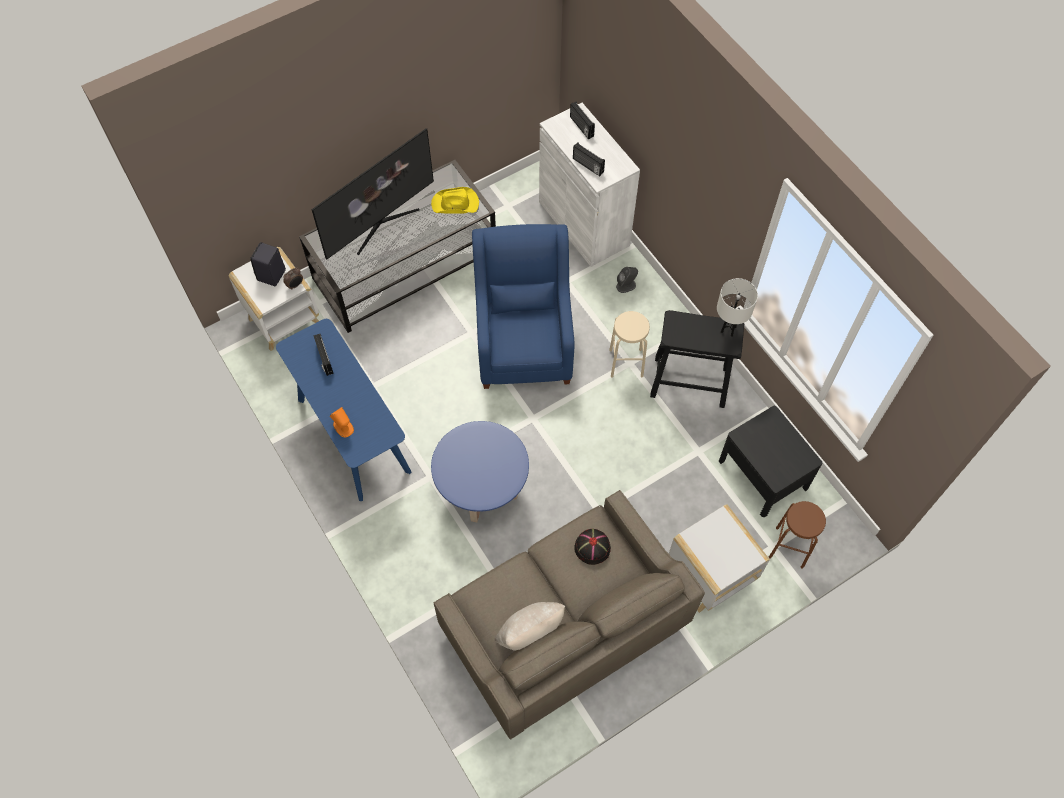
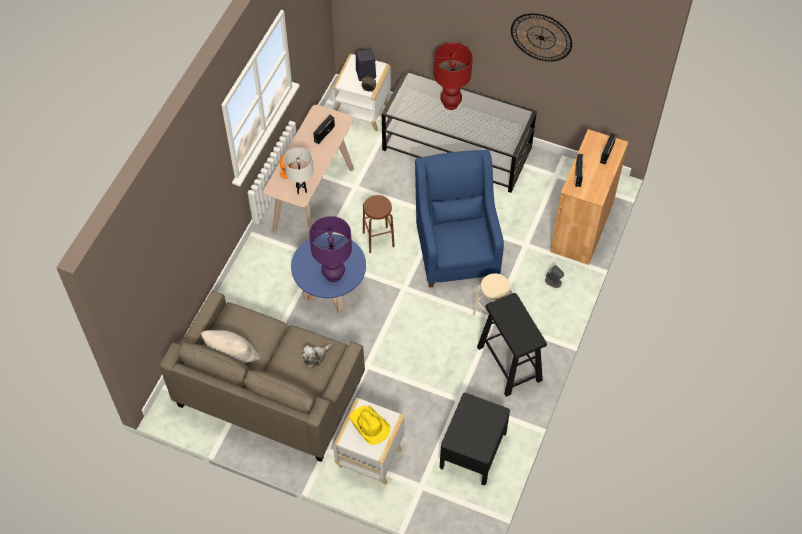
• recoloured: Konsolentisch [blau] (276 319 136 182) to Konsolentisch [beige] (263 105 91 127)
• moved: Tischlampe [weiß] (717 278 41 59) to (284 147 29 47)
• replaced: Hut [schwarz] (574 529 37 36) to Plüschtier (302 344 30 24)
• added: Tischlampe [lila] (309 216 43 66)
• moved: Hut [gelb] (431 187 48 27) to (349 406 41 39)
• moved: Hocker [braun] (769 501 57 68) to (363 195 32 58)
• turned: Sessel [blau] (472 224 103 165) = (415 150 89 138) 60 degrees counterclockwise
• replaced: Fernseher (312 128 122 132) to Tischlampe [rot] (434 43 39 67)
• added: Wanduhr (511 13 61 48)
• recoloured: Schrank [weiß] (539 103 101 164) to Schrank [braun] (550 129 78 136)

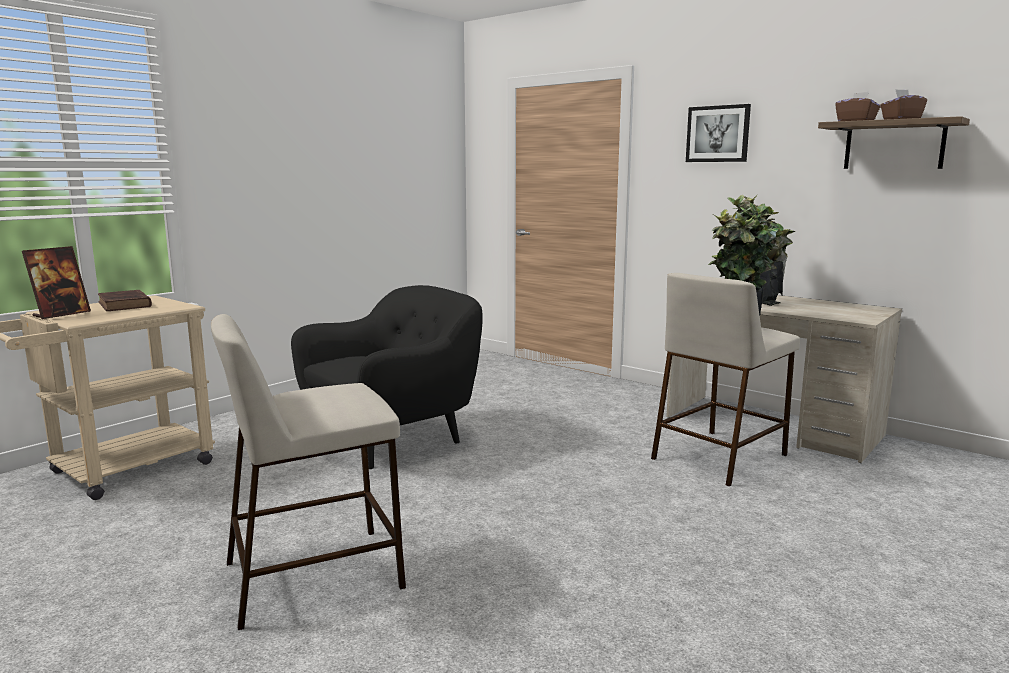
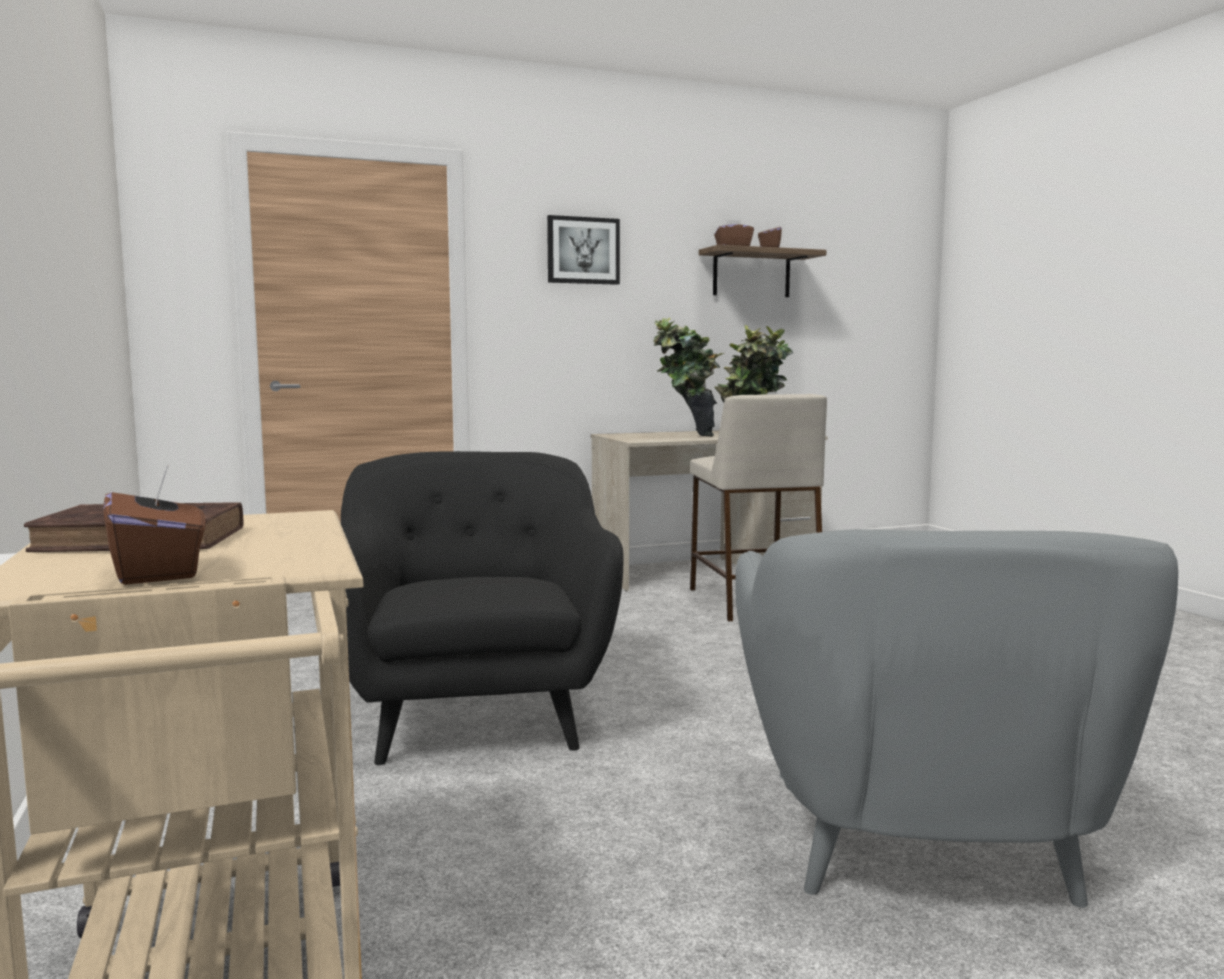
• replaced: Bilderrahmen (22 246 69 73) to Taschentuchbox [braun] (103 466 103 119)
• replaced: Hocker [beige] (211 314 195 316) to Sessel [grau] (735 529 443 379)

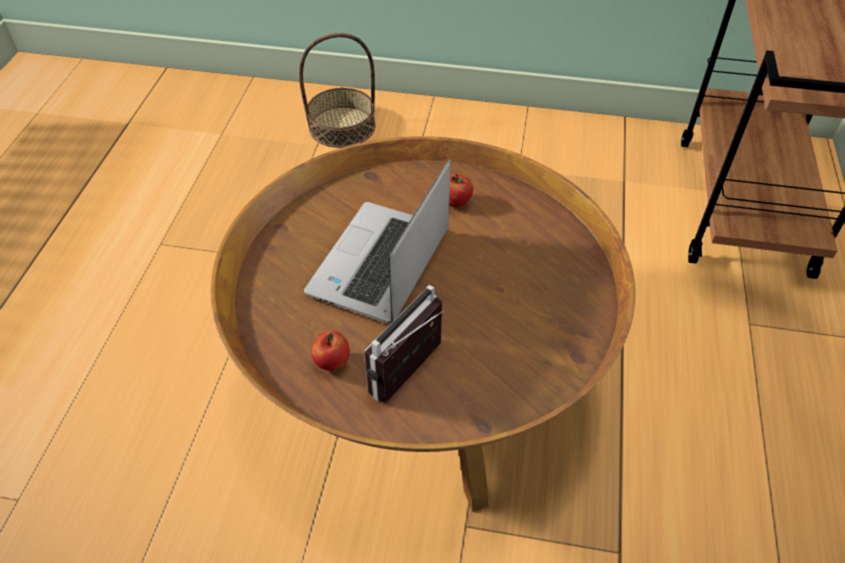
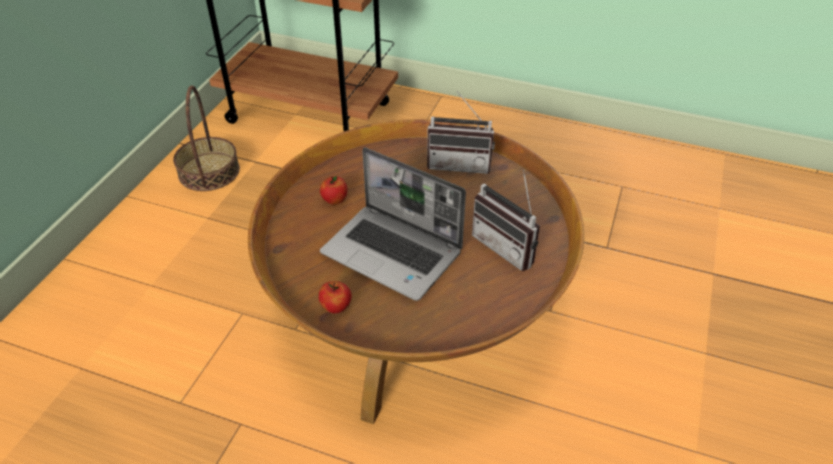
• moved: Korb (299 33 76 115) to (173 86 67 105)
• moved: Apfel (311 331 39 40) to (319 281 33 32)
• added: Radio (427 91 68 83)

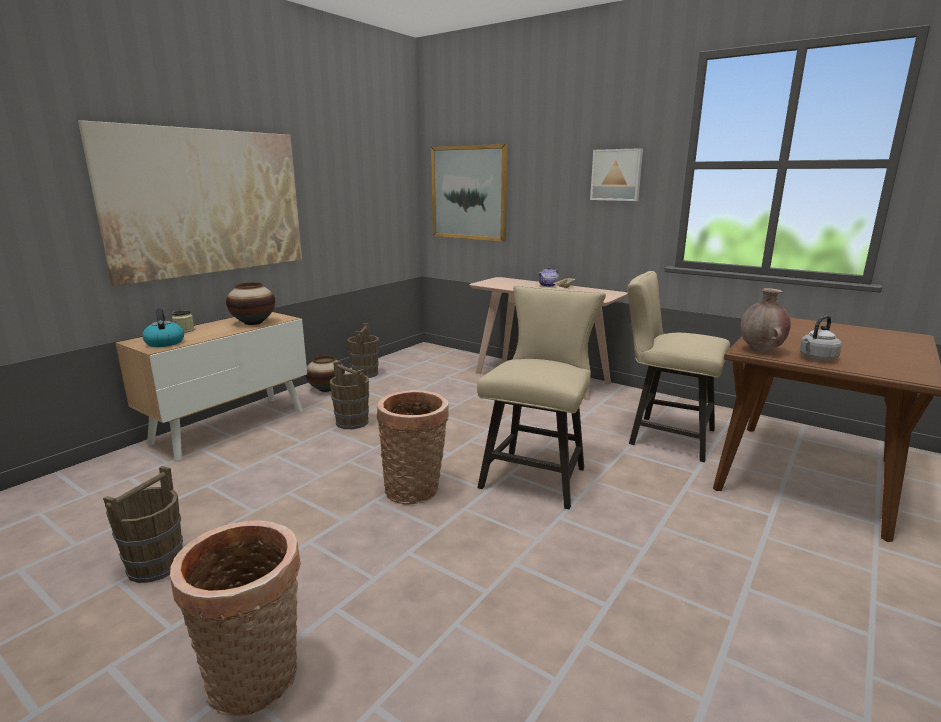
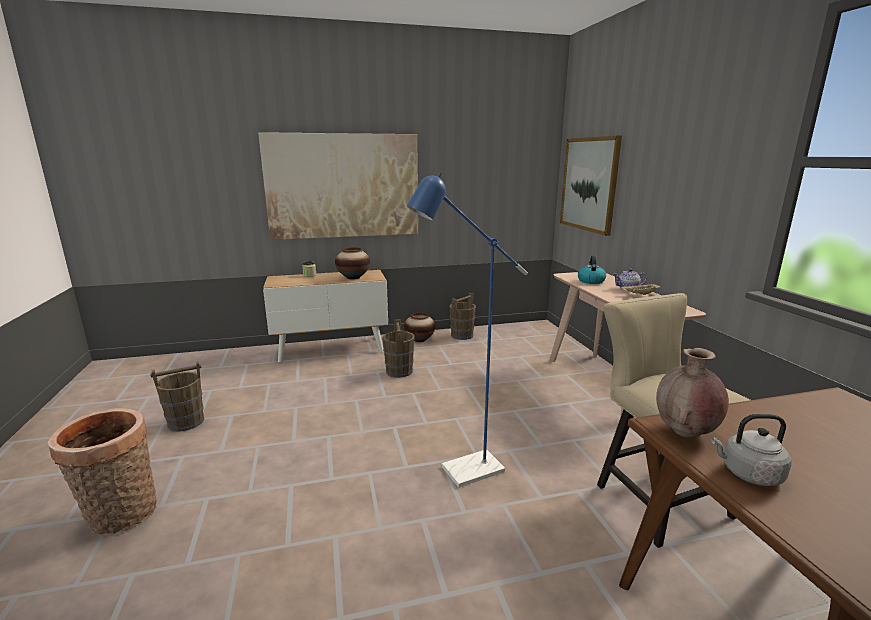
• replaced: Stuhl [beige] (477 285 129 225) to Stehlampe [blau] (407 173 121 315)
• moved: Wasserkessel (142 308 42 39) to (578 255 28 29)
• removed: Korb (377 390 72 115)
• removed: Bild (590 148 53 53)

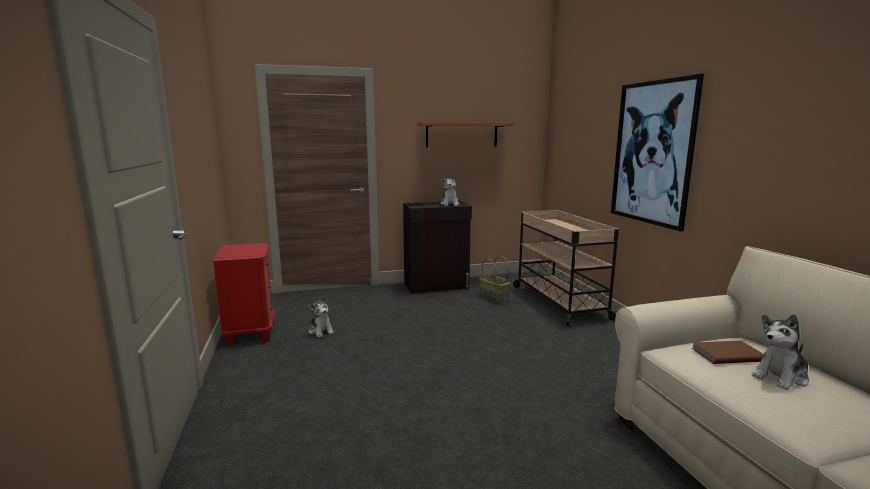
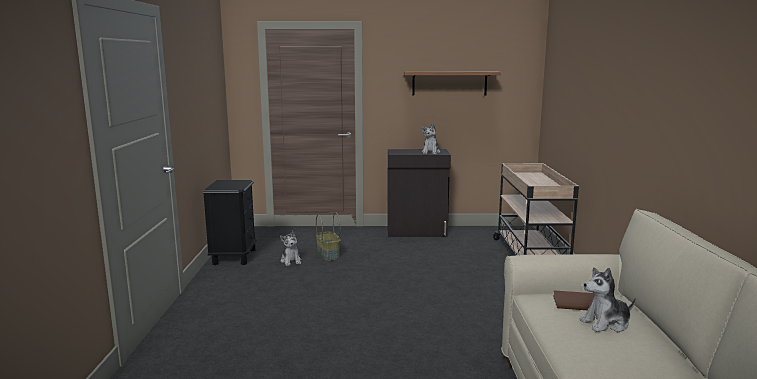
• recoloured: Nachttisch [rot] (213 243 62 103) to Nachttisch [schwarz] (203 180 54 85)
• moved: Korb (479 256 31 47) to (316 212 25 49)
• removed: Bild (611 74 93 157)

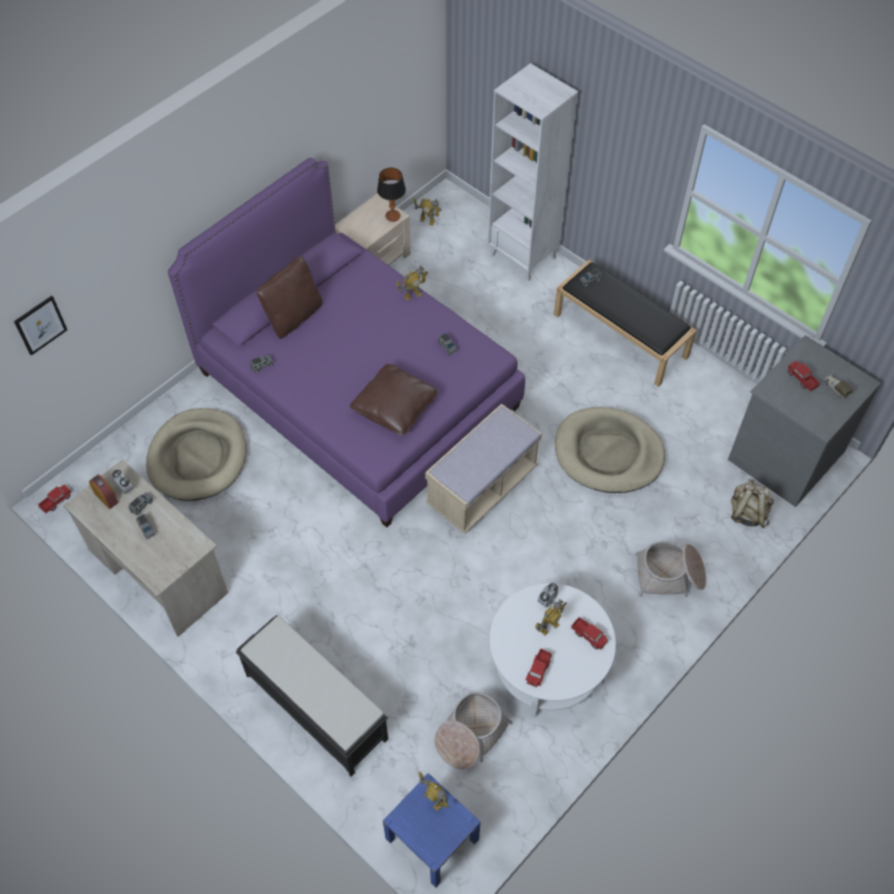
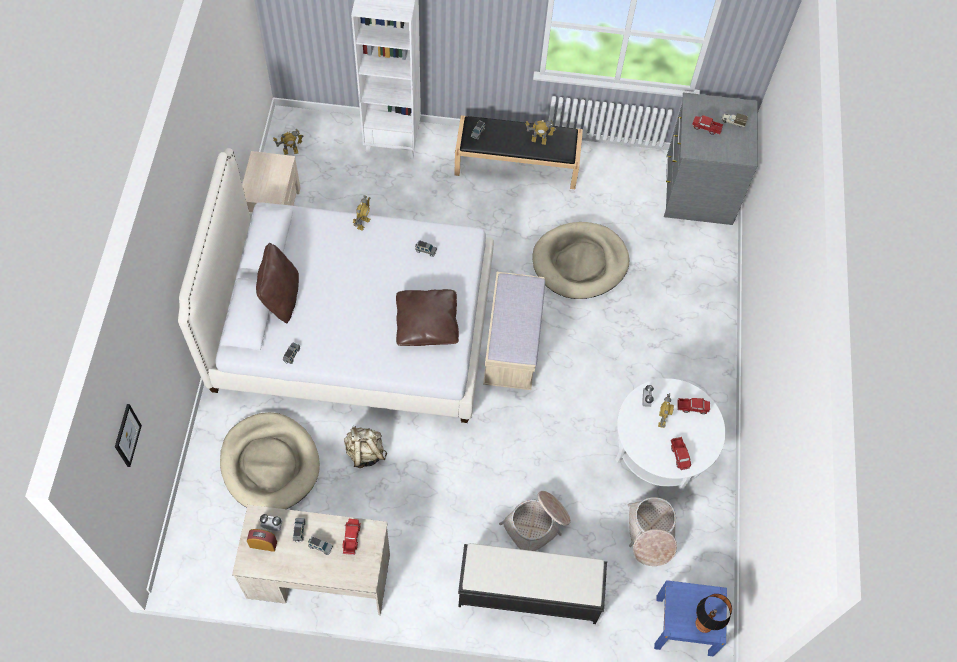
• recoloured: Bett [lila] (168 158 357 369) to Bett [weiß] (178 148 316 275)
• moved: Spielzeuglaster (38 485 34 29) to (342 519 19 36)
• moved: Rucksack [beige] (731 479 43 49) to (344 426 43 42)
• moved: Korb (635 541 71 56) to (499 491 72 60)
• moved: Spielzeugroboter (419 772 31 39) to (525 120 31 25)
• moved: Tischlampe (377 168 29 54) to (696 594 36 39)

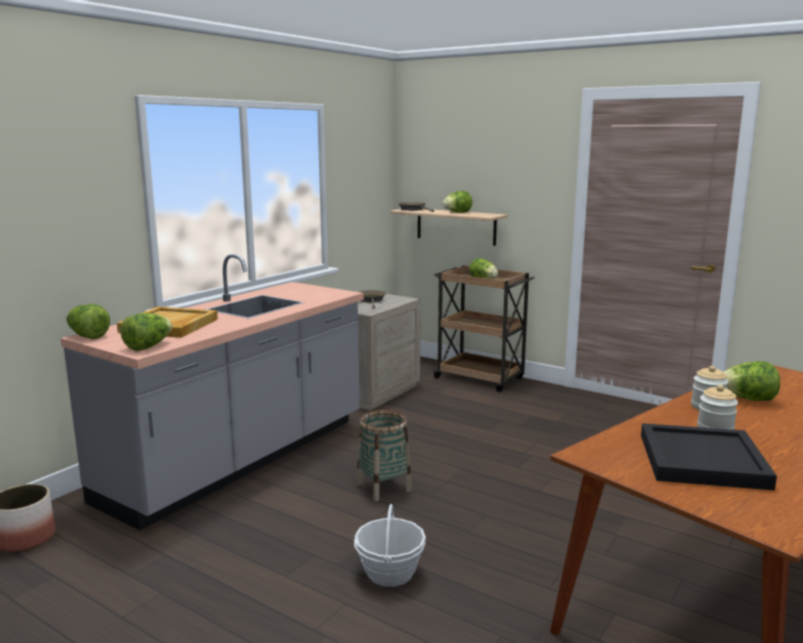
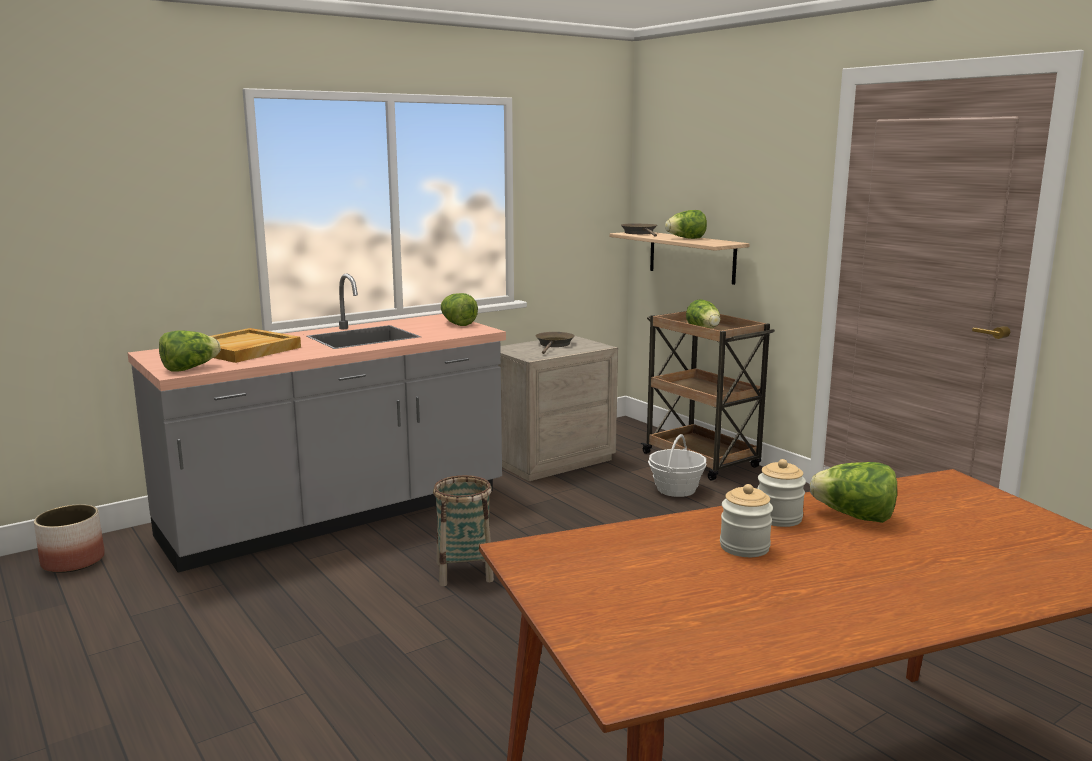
• moved: Salatkopf (66 304 44 35) to (440 293 38 33)
• moved: Korb (354 504 72 83) to (648 434 58 63)
• removed: Tablett [schwarz] (641 423 136 67)

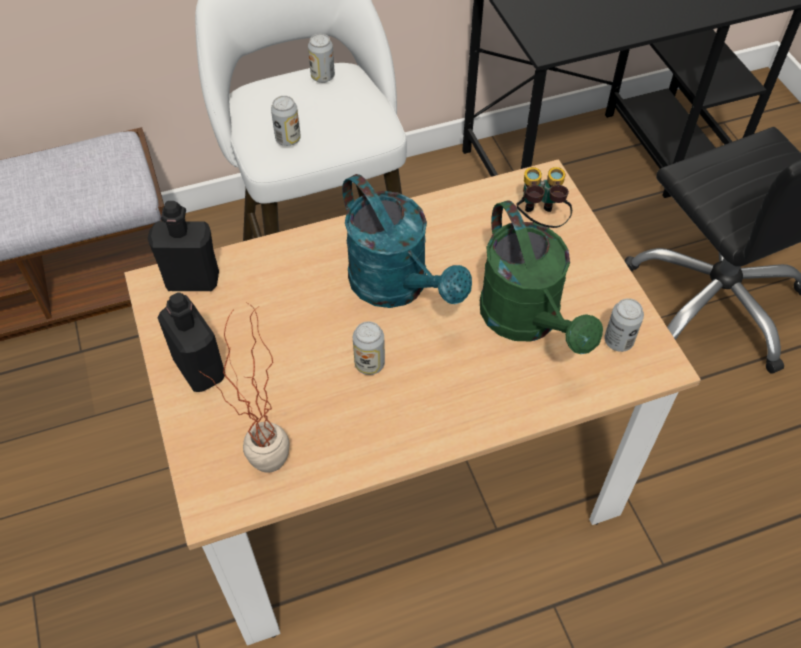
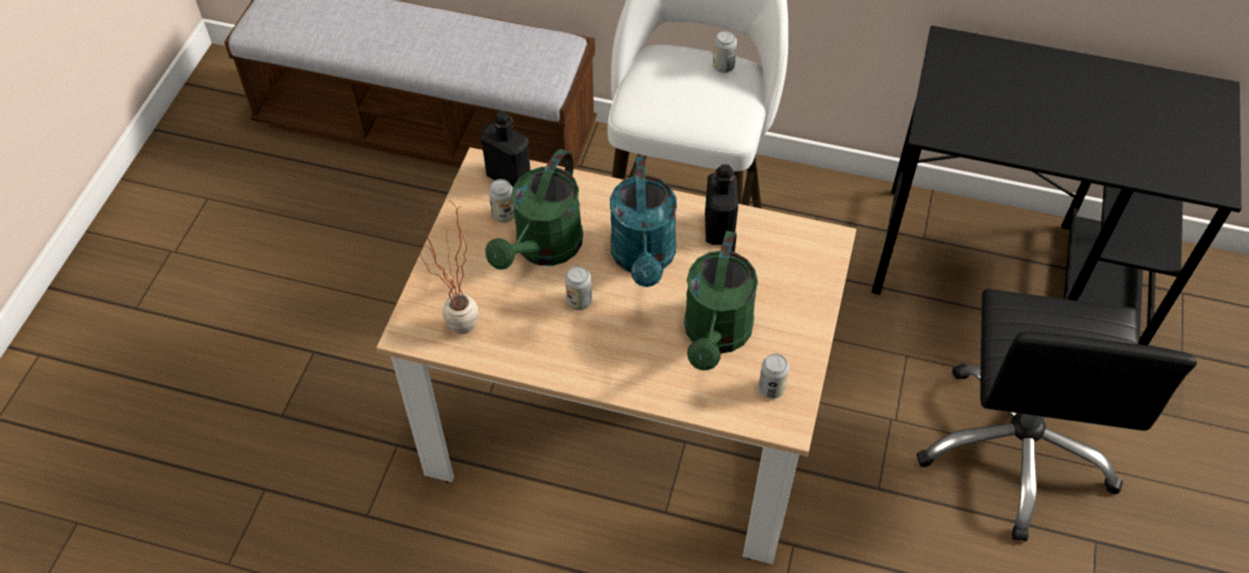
• added: Gießkanne [grün] (485 149 98 121)
• moved: Dose (271 96 30 50) to (489 179 26 44)
• moved: Flasche [schwarz] (158 292 67 100) to (705 164 33 81)
• removed: Fernglas (517 167 55 61)

